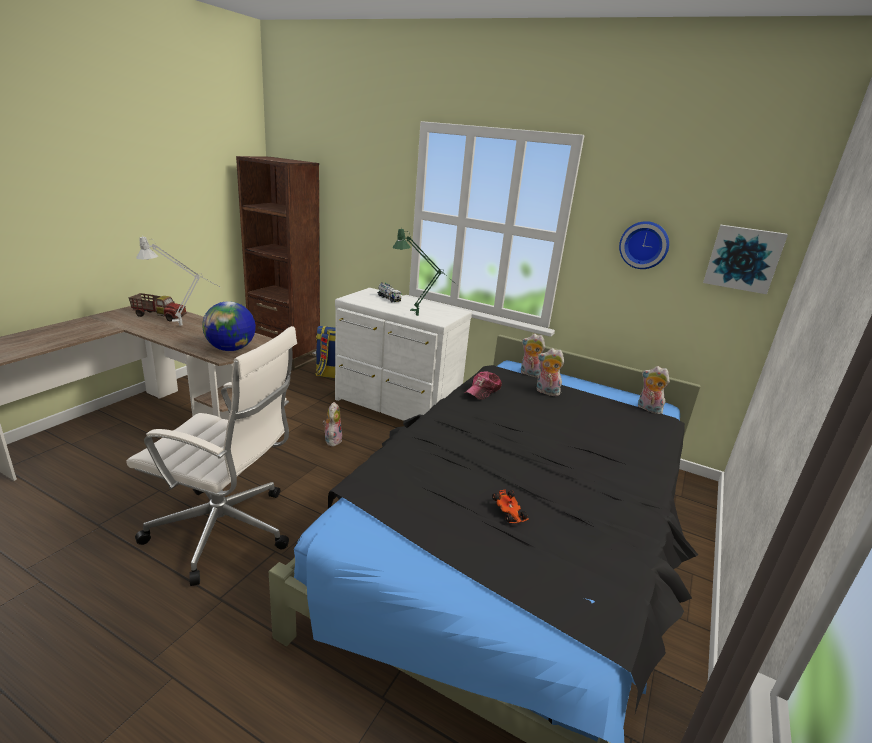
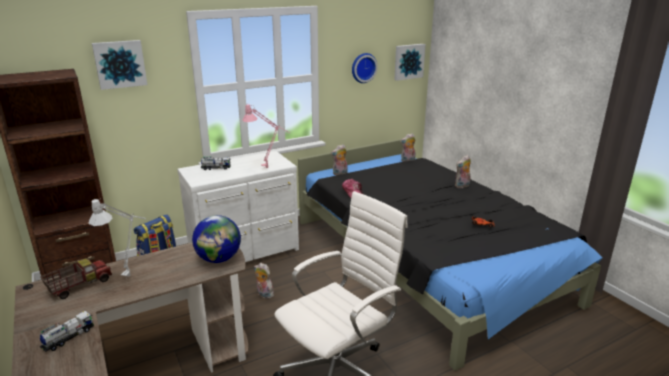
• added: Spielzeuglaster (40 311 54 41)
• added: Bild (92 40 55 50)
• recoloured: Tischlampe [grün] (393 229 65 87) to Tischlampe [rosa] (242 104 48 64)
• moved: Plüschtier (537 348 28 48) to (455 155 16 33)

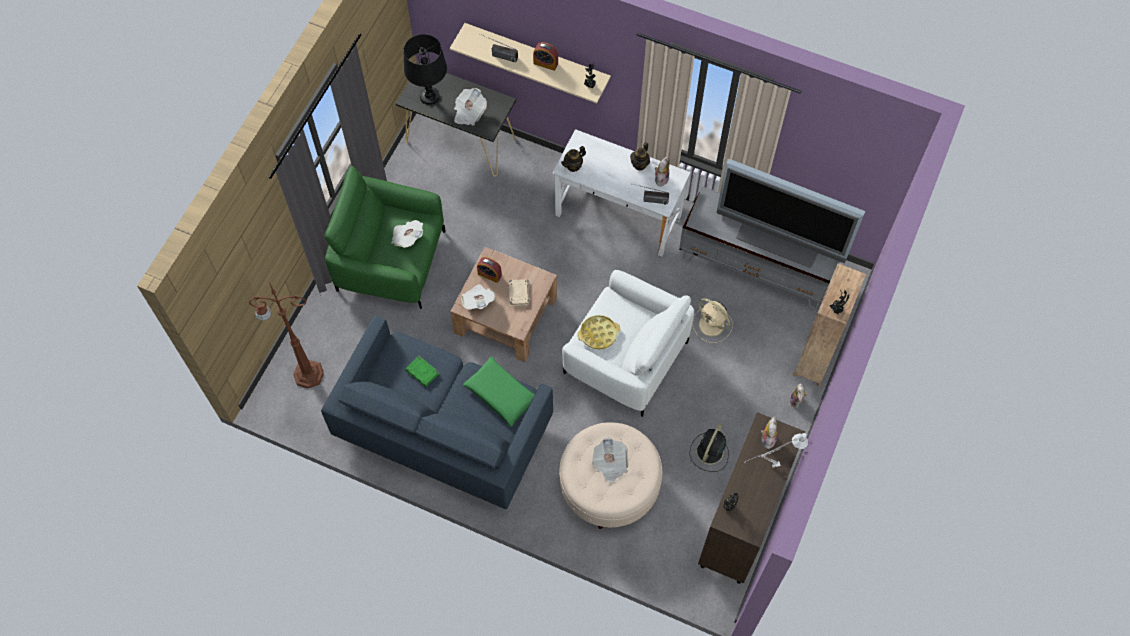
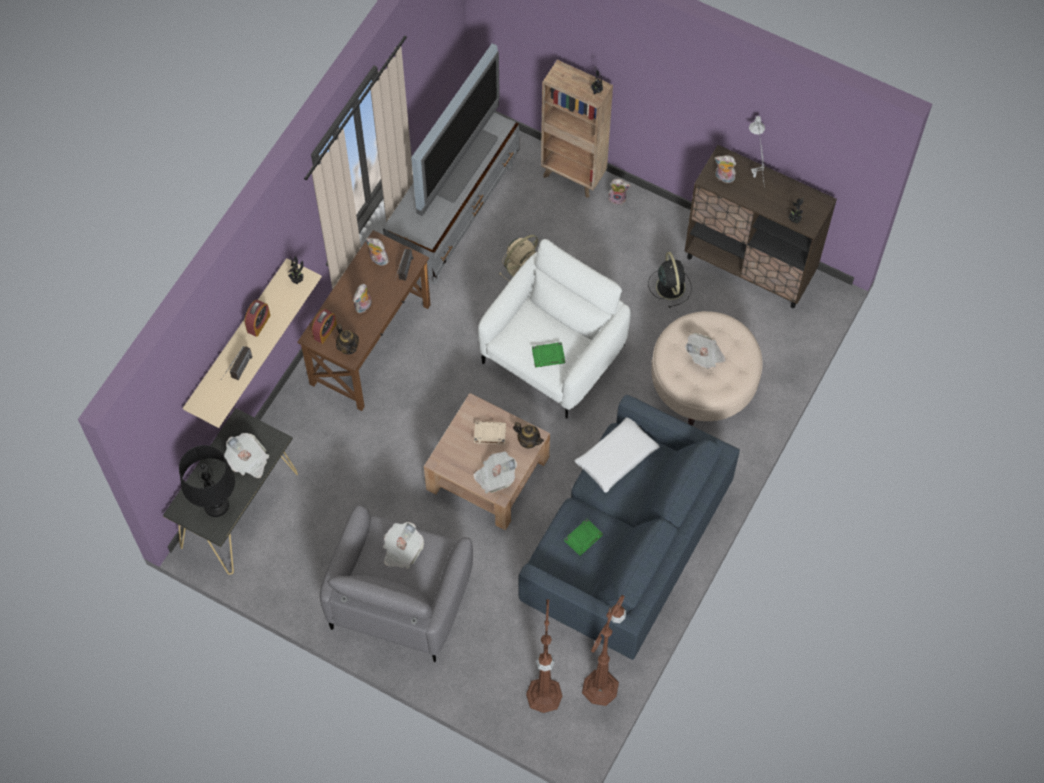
• recoloured: Schreibtisch [weiß] (552 129 139 128) to Schreibtisch [braun] (297 230 134 181)
• moved: Wecker (477 257 25 26) to (312 309 25 35)
• recoloured: Sessel [grün] (325 166 120 143) to Sessel [grau] (320 505 153 157)
• added: Plüschtier (353 284 19 29)
• moved: Teekanne (630 142 20 28) to (513 422 31 26)
• replaced: Tablett [gelb] (577 315 43 35) to Buch [grün] (532 342 33 25)
• recoloured: Kissen [grün] (463 357 72 70) to Kissen [weiß] (575 417 85 76)
• added: Stehlampe [braun] (582 595 45 111)
• turned: Ventilator [schwarz] (689 423 40 49) = (648 252 44 56) 135 degrees counterclockwise

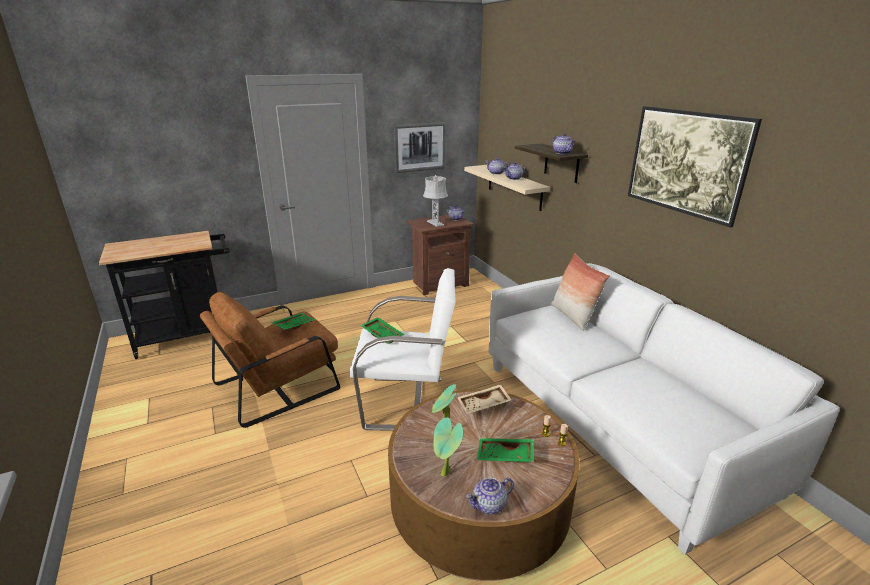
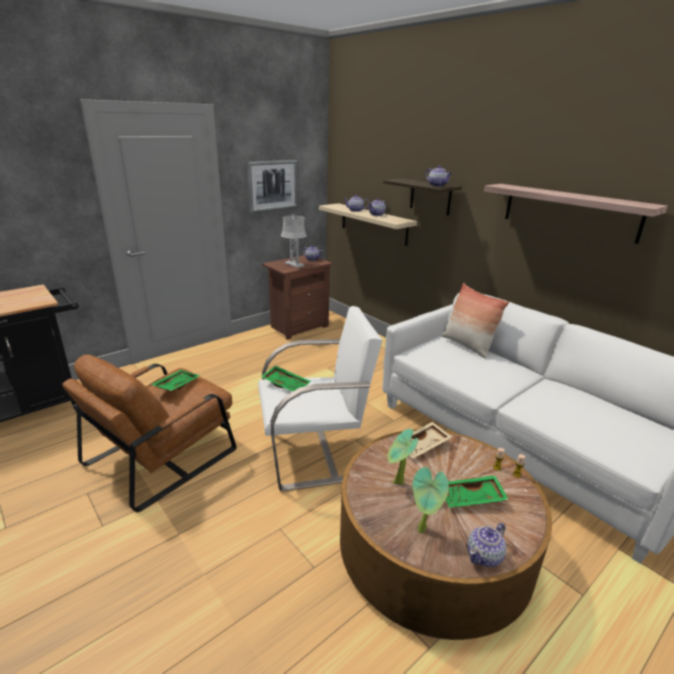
• replaced: Bild (628 106 134 122) to Wandregal (484 184 184 60)

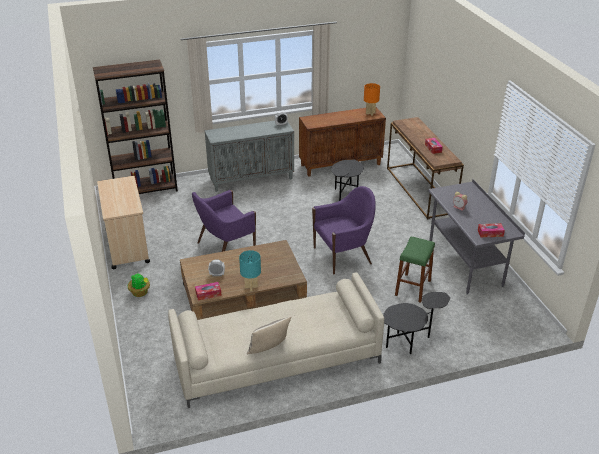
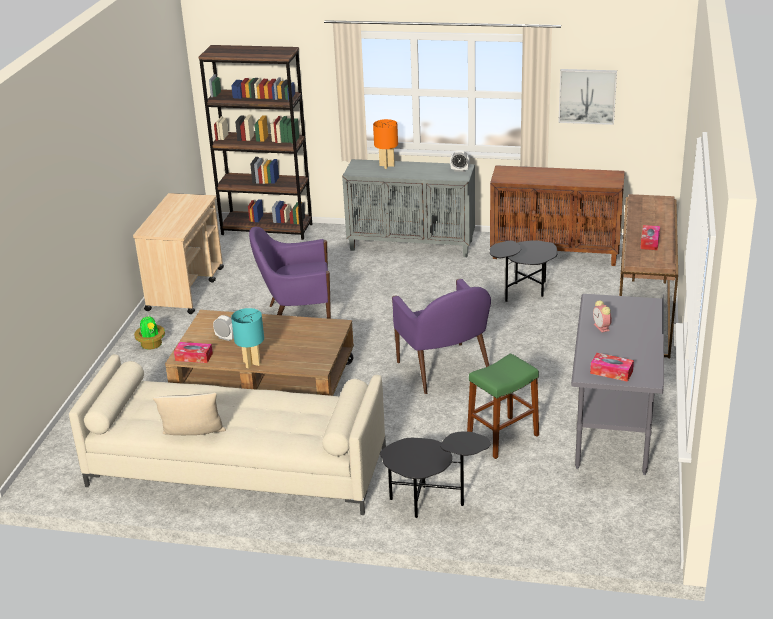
• moved: Tischlampe [orange] (364 83 16 33) to (373 119 25 50)
• turned: Sessel [lila] (312 186 64 88) = (392 279 99 115) 60 degrees clockwise
• added: Bild (558 69 59 56)

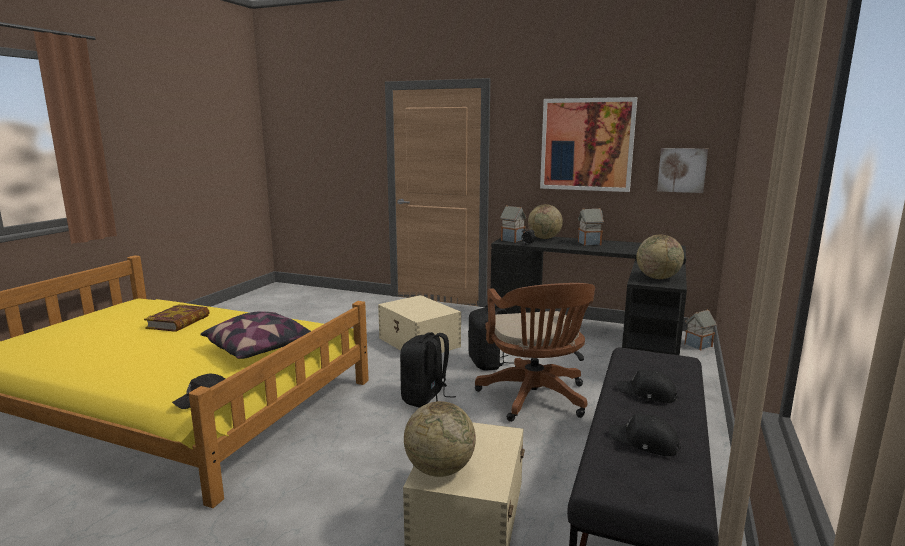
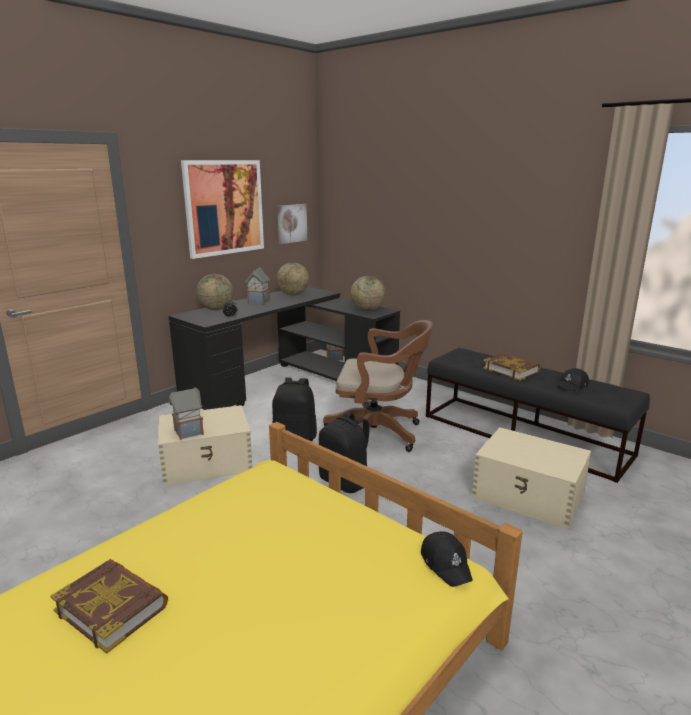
• moved: Spielzeughaus (500 205 27 38) to (169 387 35 53)
• moved: Globus (404 401 72 76) to (276 263 33 33)
• replaced: Kappe [schwarz] (617 369 61 34) to Buch (483 353 57 28)
• removed: Kissen (200 311 111 48)

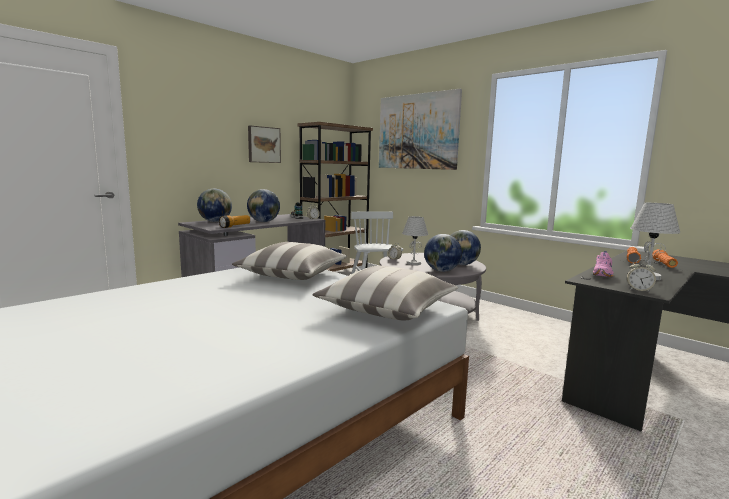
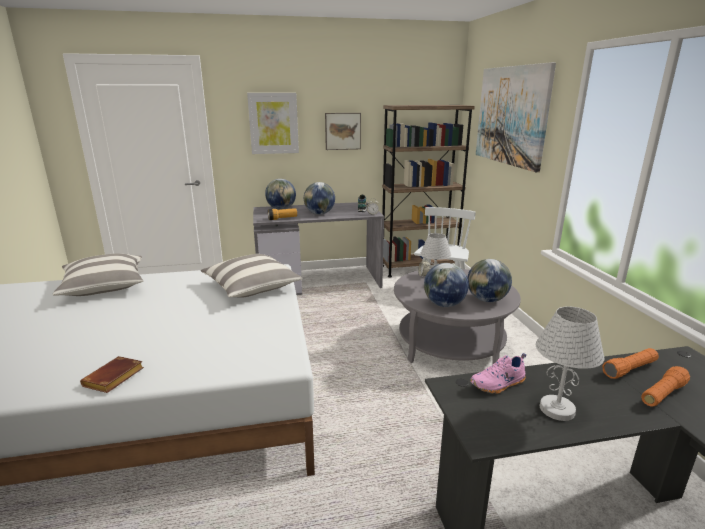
• moved: Kissen (313 265 145 55) to (53 253 90 43)
• added: Buch [braun] (80 356 64 37)
• added: Bild (247 93 52 61)
• removed: Wecker (627 259 29 34)

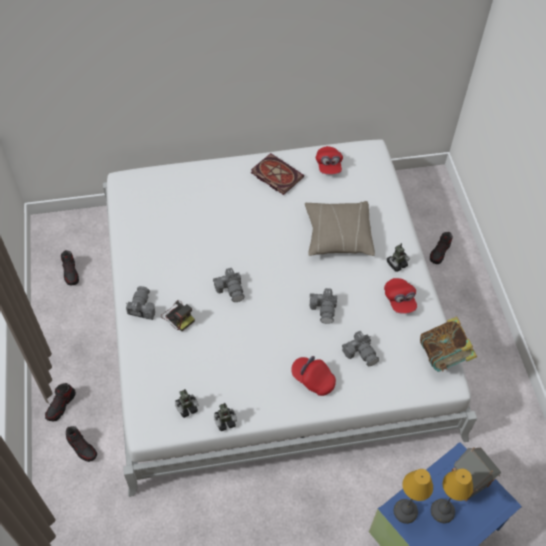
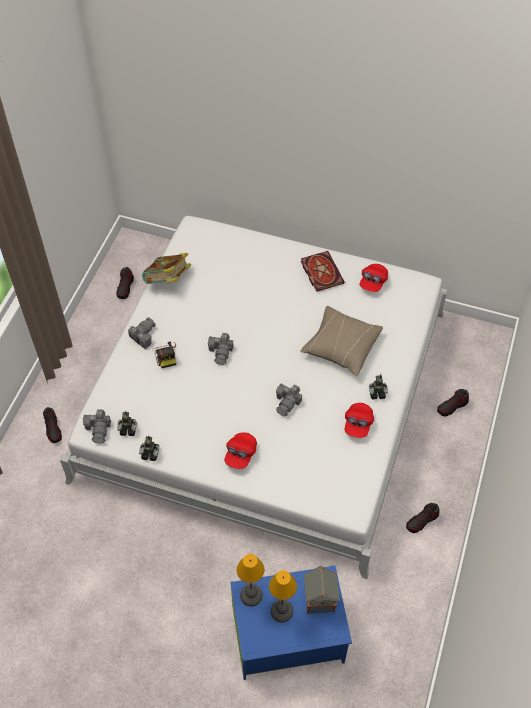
• moved: Kamera (342 331 37 35) to (83 409 28 34)
• moved: Buch (420 316 57 56) to (142 253 49 31)
• turned: Kappe [rot] (291 356 45 40) = (224 432 33 37) 135 degrees counterclockwise
• moved: Schuh (45 383 31 39) to (406 503 33 30)

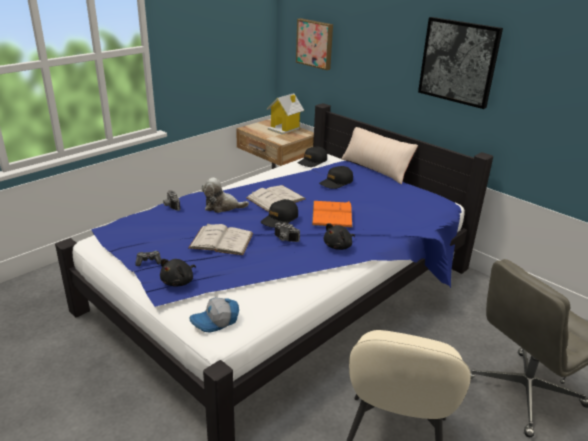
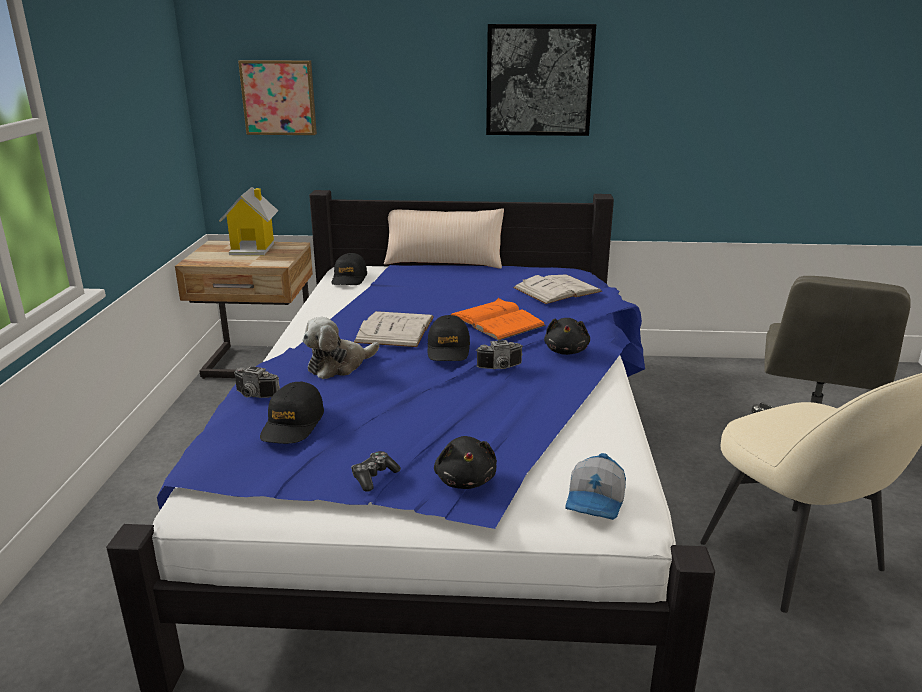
• moved: Kappe [schwarz] (319 166 34 23) to (260 382 64 62)
• moved: Buch [weiß] (188 224 65 31) to (513 274 89 30)

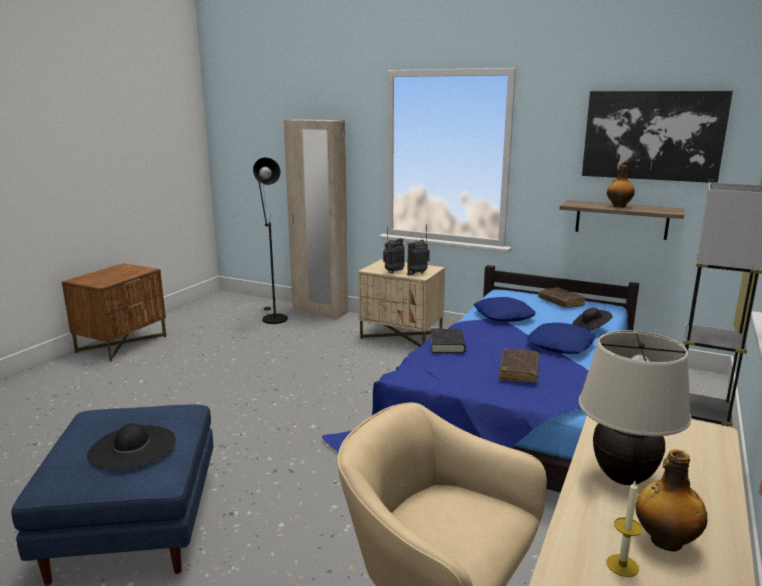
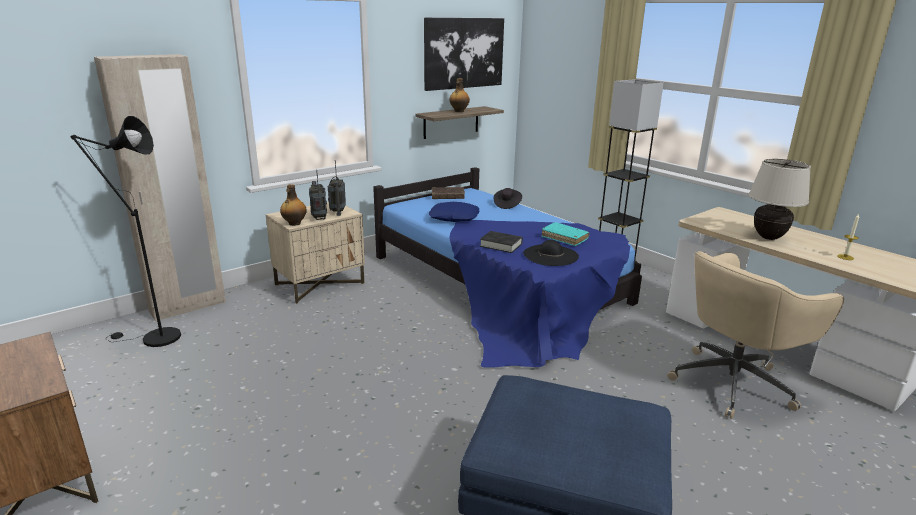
• moved: Flasche (635 449 73 102) to (280 184 27 42)
• moved: Hut [schwarz] (87 423 89 48) to (523 240 56 26)
• recoloured: Buch [braun] (499 349 40 34) to Buch [türkis] (541 222 48 24)
• removed: Kissen [blau] (527 323 69 31)

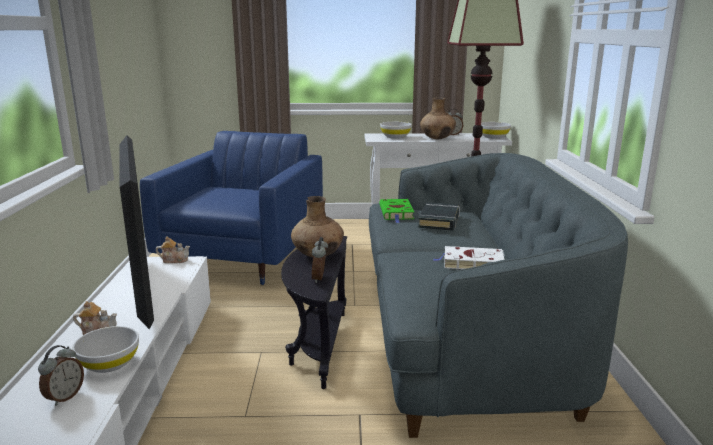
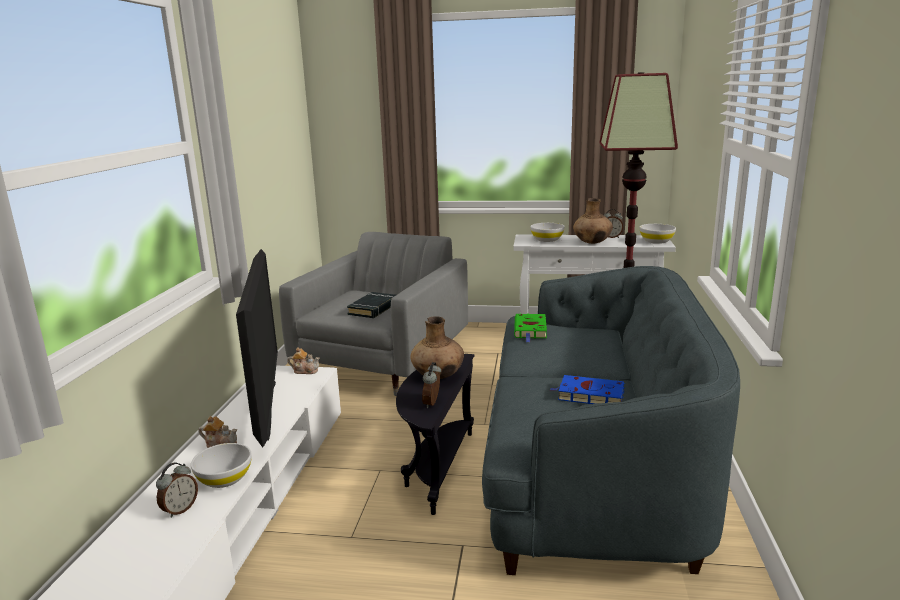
• recoloured: Sessel [blau] (140 131 183 154) to Sessel [grau] (279 232 189 164)
• moved: Buch [schwarz] (418 202 42 29) to (347 292 49 26)
• recoloured: Buch [weiß] (433 246 71 23) to Buch [blau] (550 375 75 29)

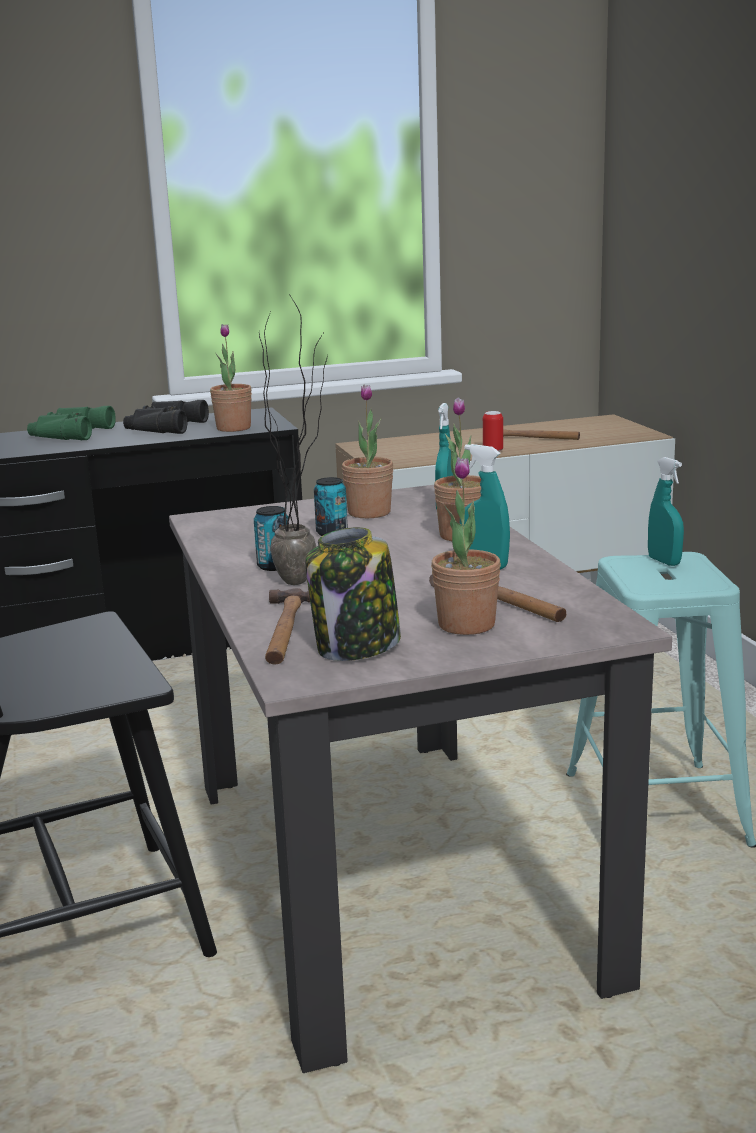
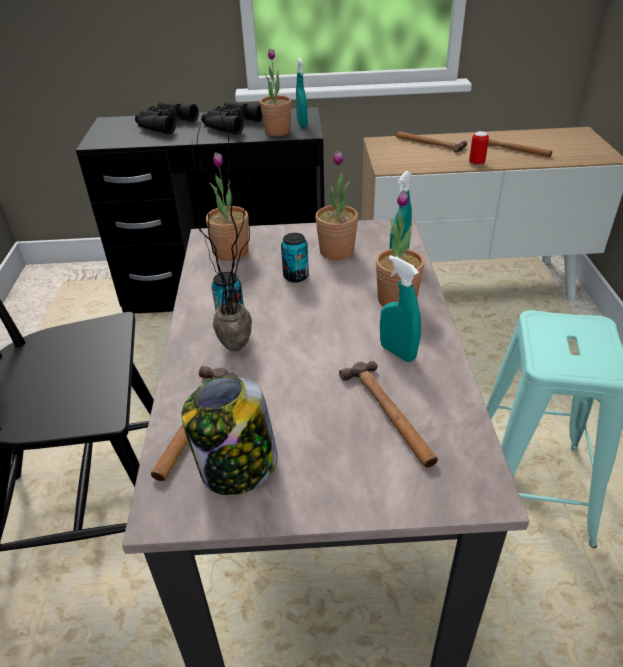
• recoloured: Fernglas [grün] (27 406 89 34) to Fernglas [schwarz] (135 102 64 32)
• moved: Topfpflanze (431 457 70 178) to (206 152 43 109)
• moved: Sprühflasche [türkis] (648 457 36 109) to (296 58 12 69)
• added: Hammer (396 131 71 22)

